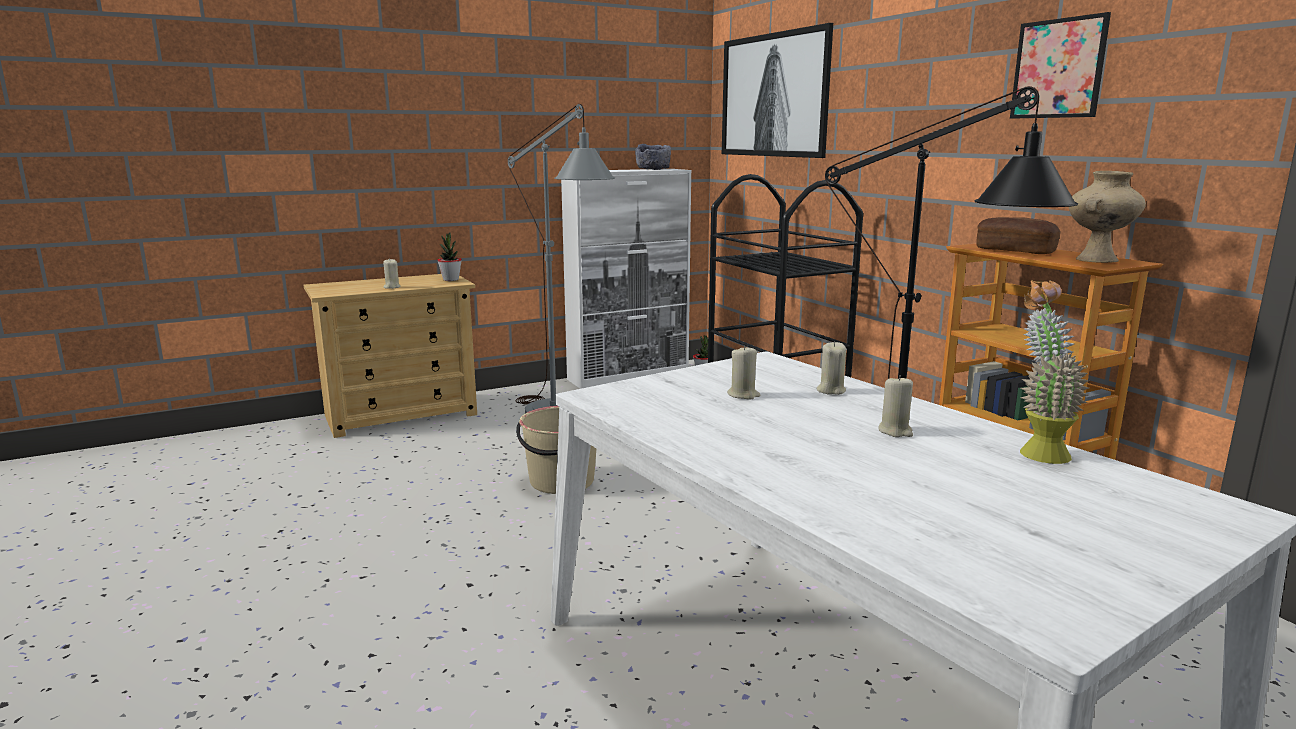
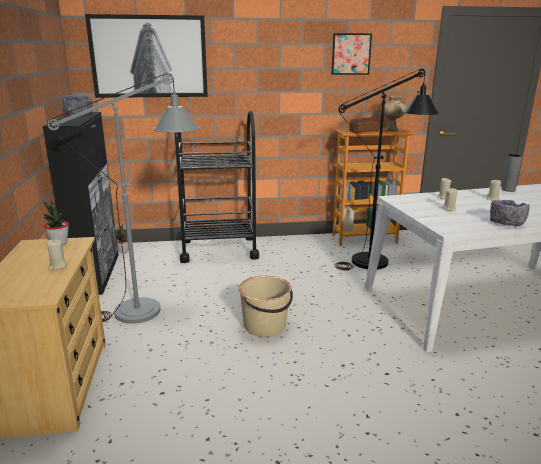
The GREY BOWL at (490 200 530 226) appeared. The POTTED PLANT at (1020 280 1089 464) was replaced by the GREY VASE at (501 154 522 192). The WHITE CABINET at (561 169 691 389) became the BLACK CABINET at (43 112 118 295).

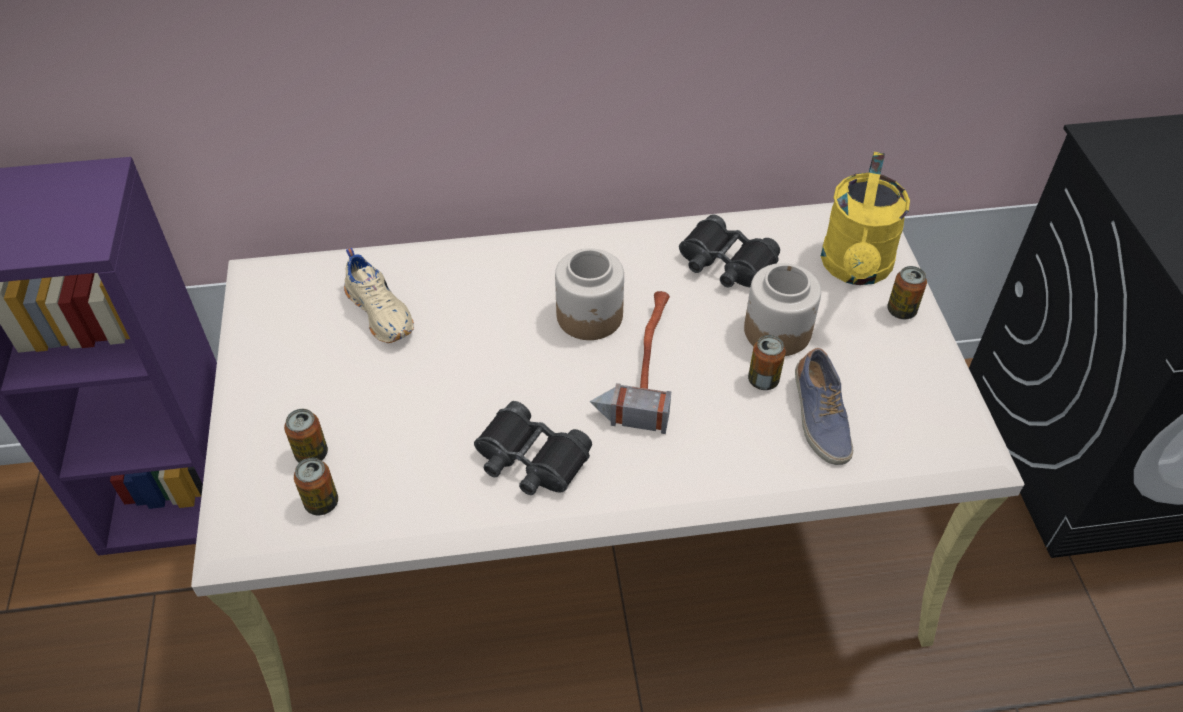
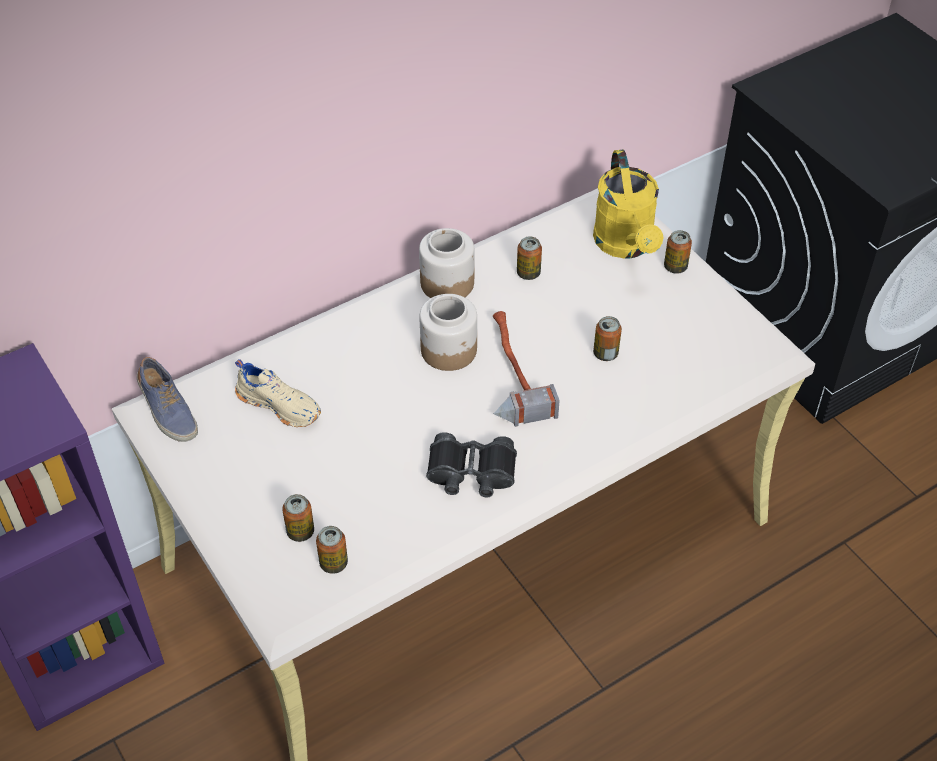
The JAR moved from (744 263 821 356) to (419 228 475 298). The SHOE moved from (795 348 854 465) to (137 357 198 442). The BLACK BINOCULARS at (679 214 780 287) was replaced by the CAN at (517 237 542 280).

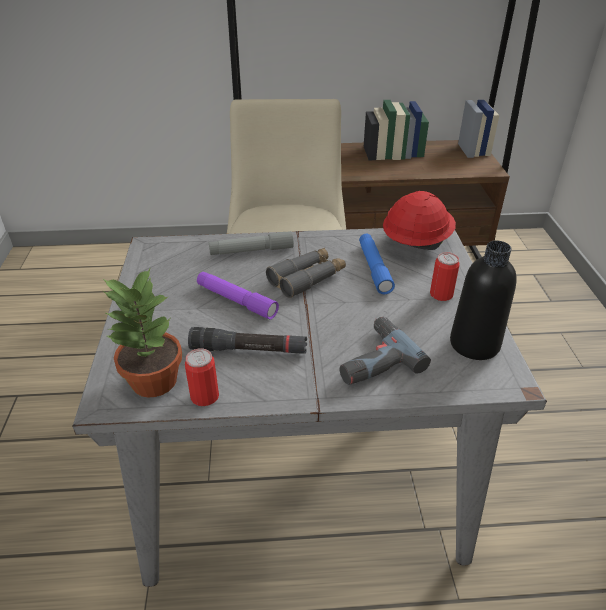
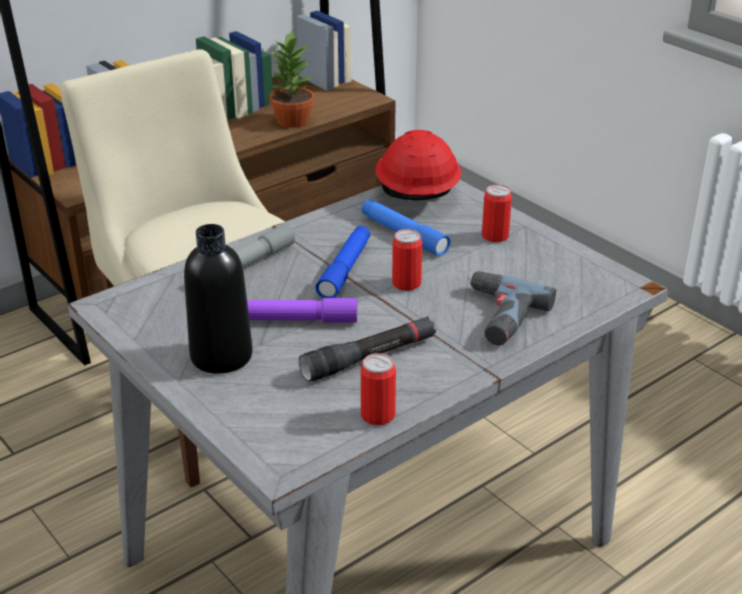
The CAN at (392 229 422 291) appeared. The POTTED PLANT moved from (103 267 182 398) to (270 30 314 128). The BLACK BOTTLE moved from (450 241 517 360) to (184 224 253 374). The GREY BINOCULARS at (266 248 346 298) was replaced by the BLUE FLASHLIGHT at (315 226 370 298).

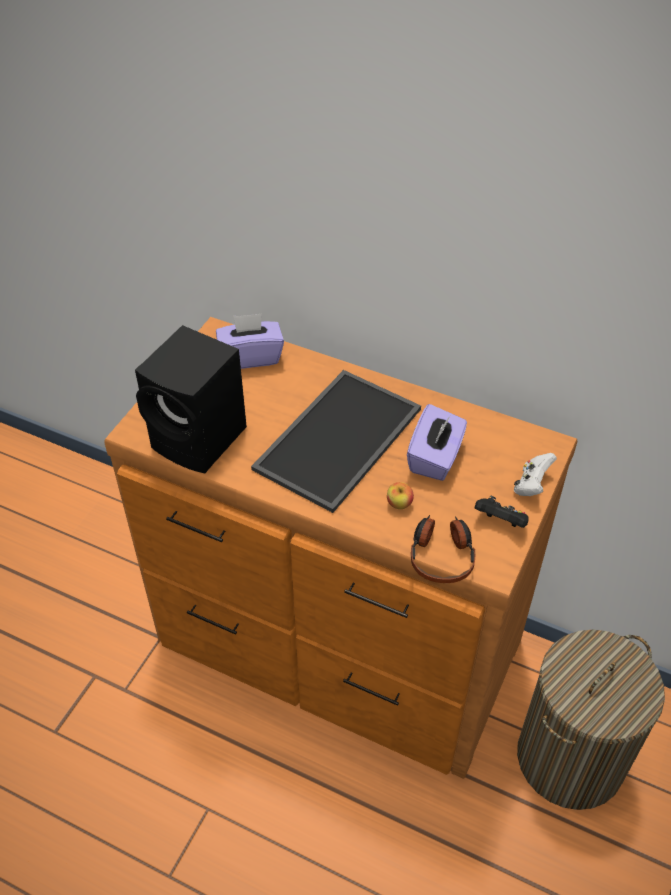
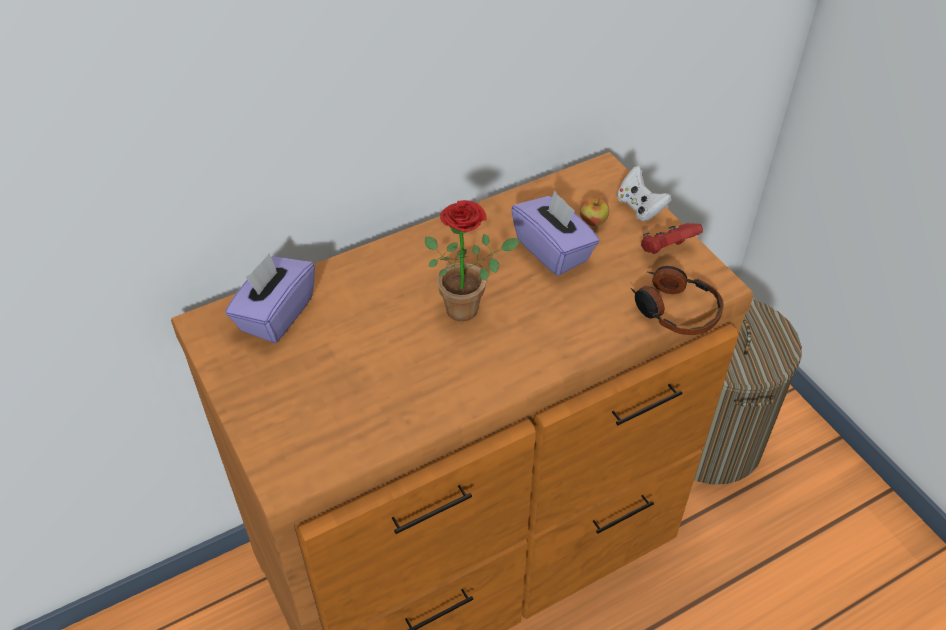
The BLACK SPEAKER at (135 325 247 474) disappeared. The APPLE moved from (387 482 414 509) to (580 197 609 226). The TRAY at (251 370 421 513) was replaced by the POTTED PLANT at (425 200 520 321). The BLACK GAME CONTROLLER at (475 495 529 528) became the RED GAME CONTROLLER at (641 223 703 254).

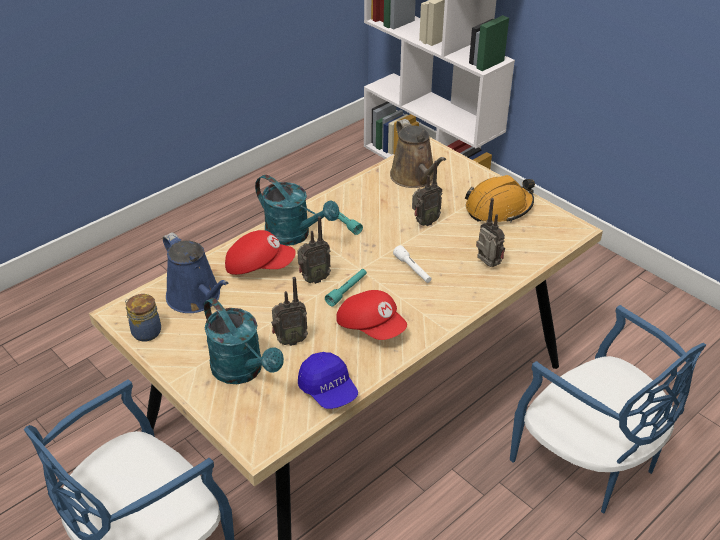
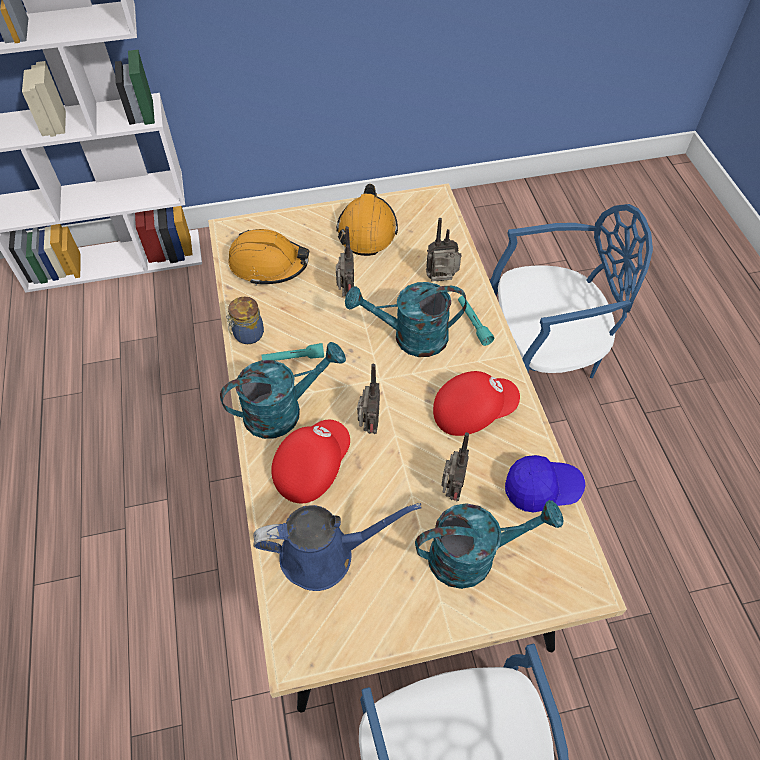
The JAR moved from (125 294 161 341) to (226 297 264 344). The TURQUOISE FLASHLIGHT moved from (325 269 367 306) to (458 296 495 346). The BROWN WATERING CAN at (390 119 446 188) was replaced by the ORANGE HARD HAT at (228 229 309 286). The WHITE FLASHLIGHT at (393 245 432 283) was replaced by the TURQUOISE WATERING CAN at (345 282 467 357).

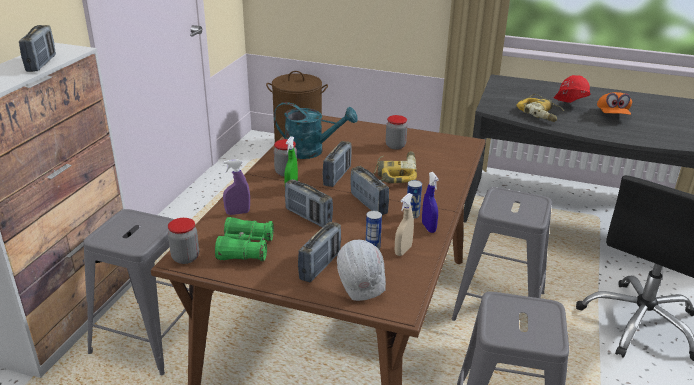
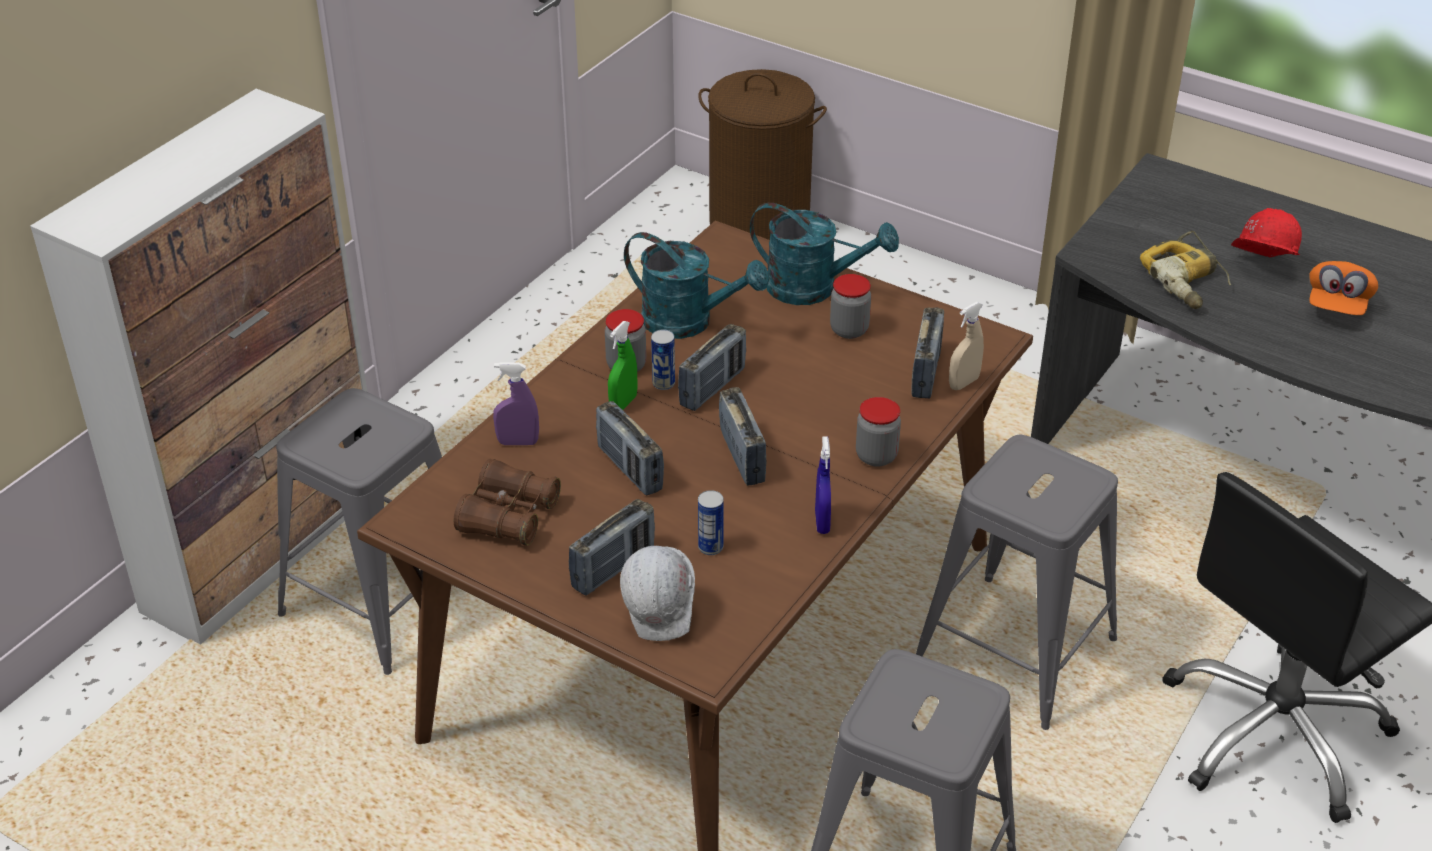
The POWER DRILL at (374 151 417 183) disappeared. The TURQUOISE WATERING CAN at (750 203 899 305) appeared. The RADIO moved from (19 25 56 72) to (911 308 944 398). The JAR moved from (168 218 199 264) to (856 397 901 467). The BEIGE SPRAY BOTTLE moved from (395 193 414 256) to (949 302 984 390). The CAN moved from (407 180 422 219) to (651 330 675 390). The GREEN BINOCULARS at (215 217 274 261) became the BROWN BINOCULARS at (454 459 561 546).

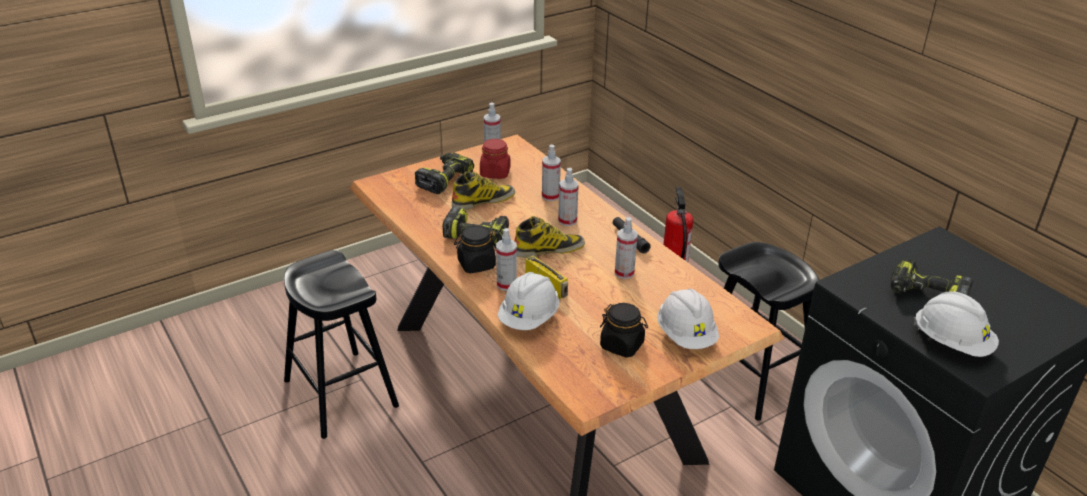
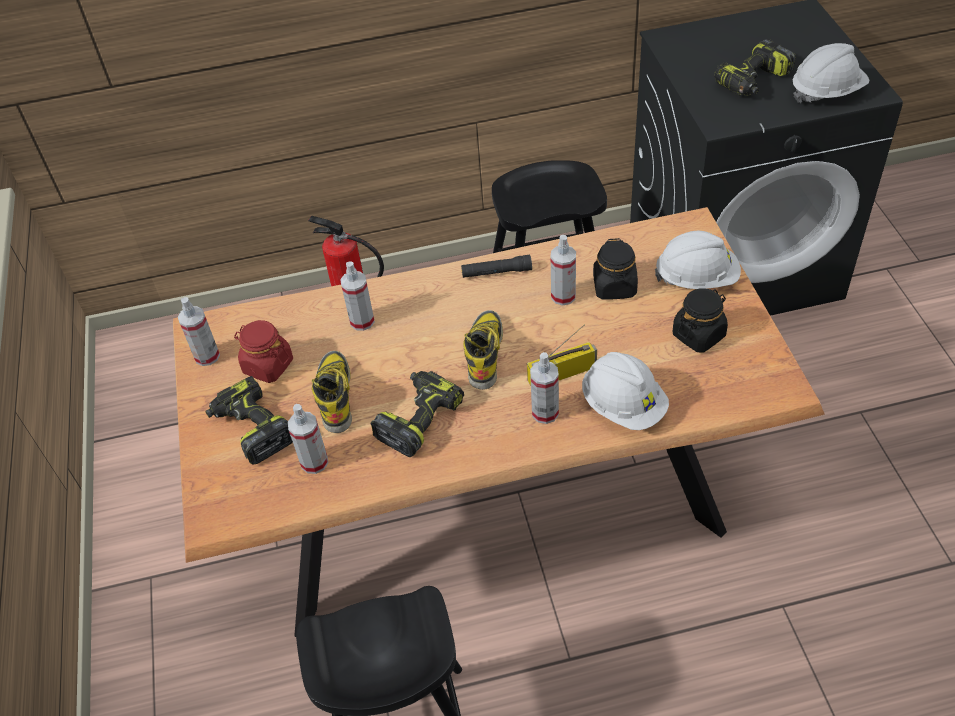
The BLACK JAR moved from (454 226 496 273) to (593 238 638 299). The SPRAY BOTTLE moved from (558 168 579 226) to (288 404 328 474).

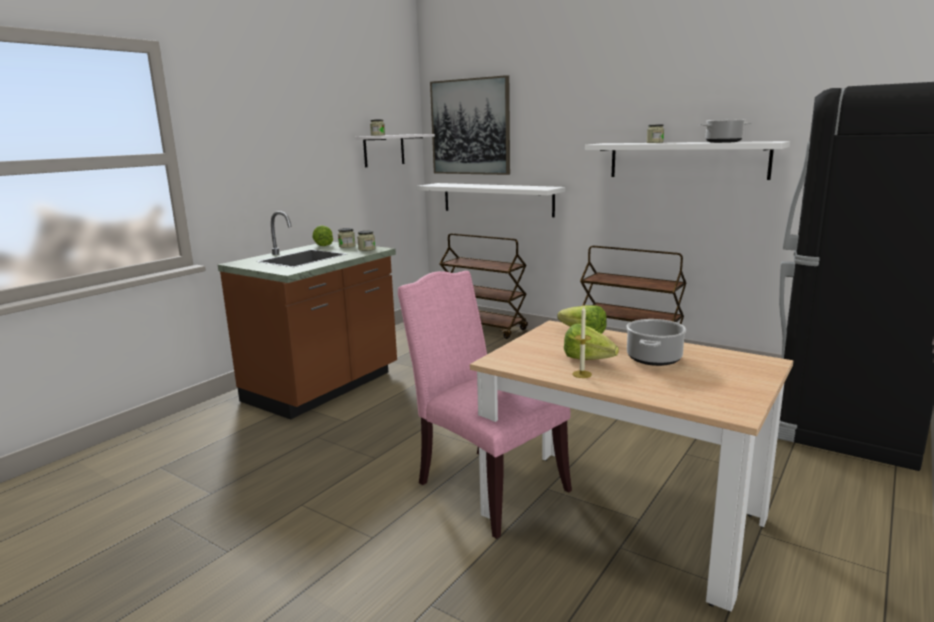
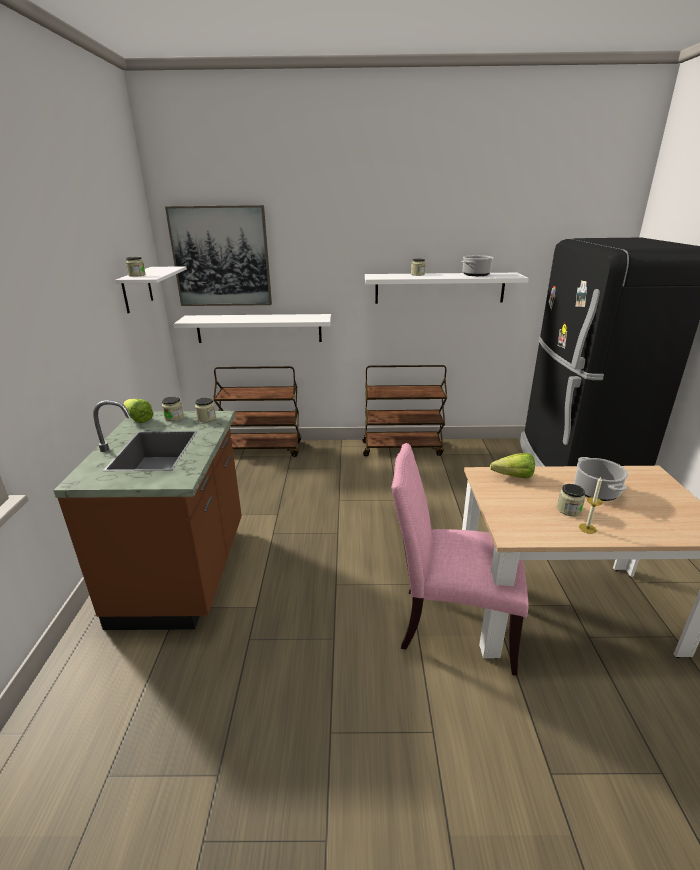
The LETTUCE at (564 324 619 360) was replaced by the JAR at (557 484 585 516).

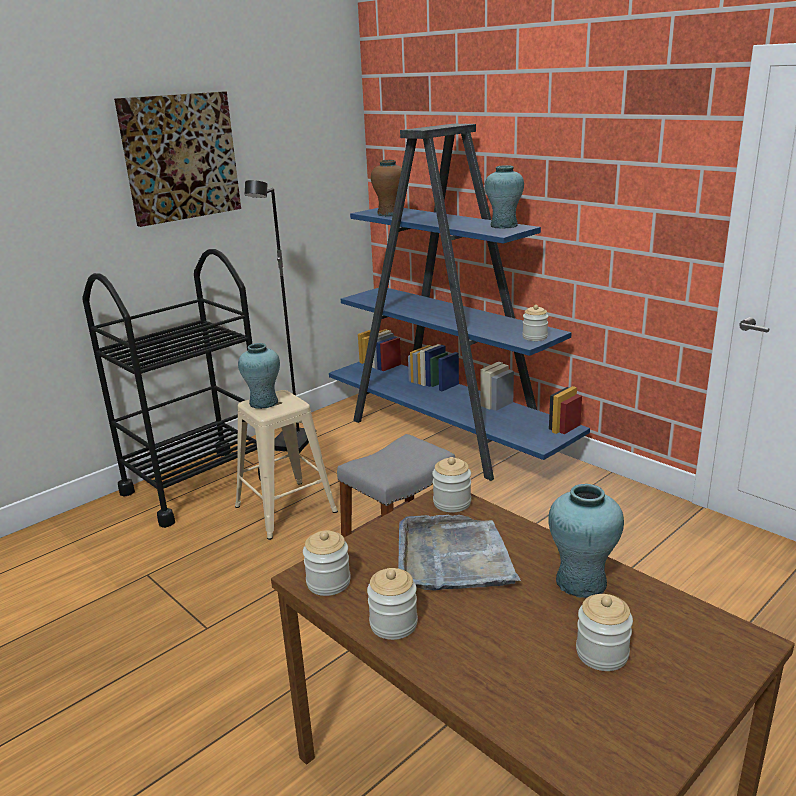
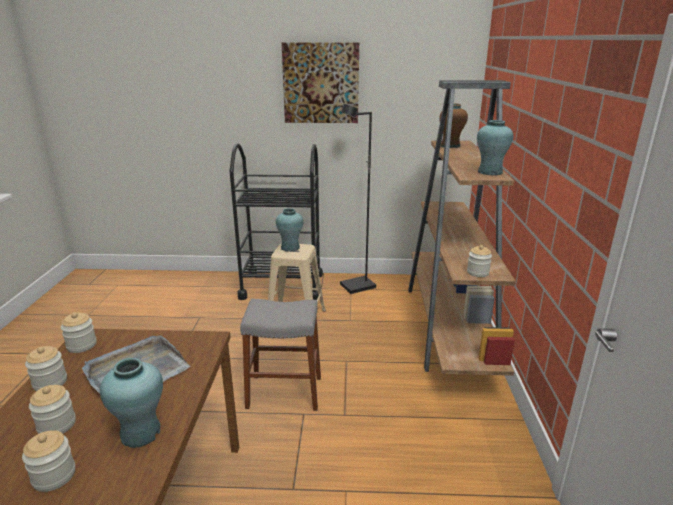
The JAR moved from (432 457 471 512) to (29 385 76 434). The BLUE BOOKCASE at (329 124 590 481) became the BROWN BOOKCASE at (408 80 516 376).

